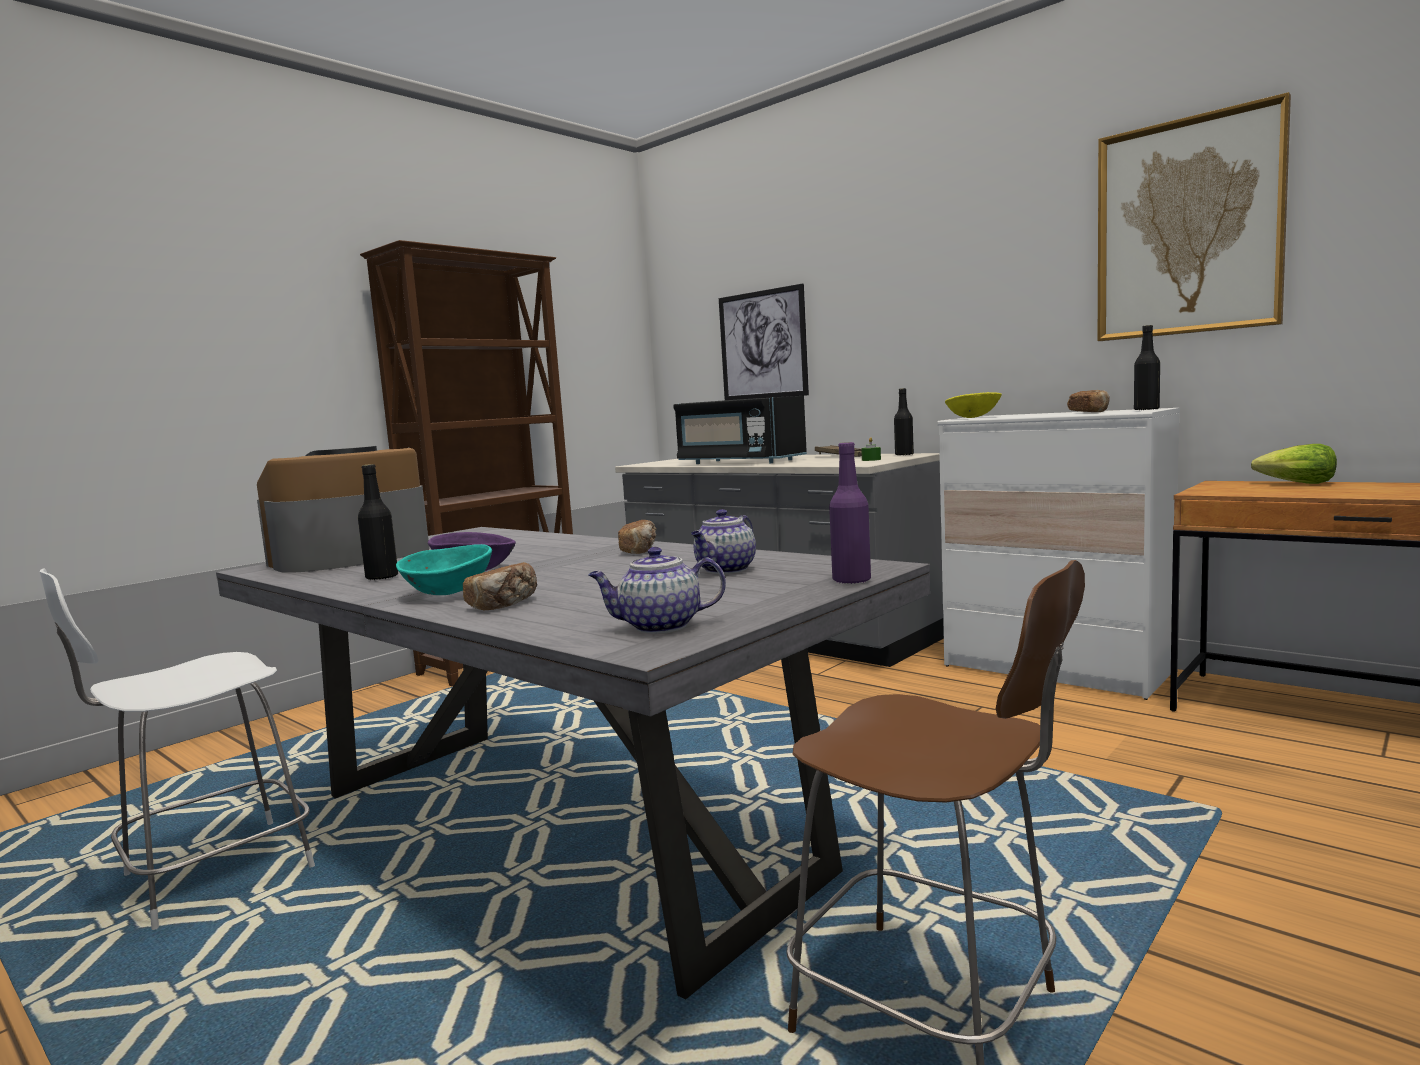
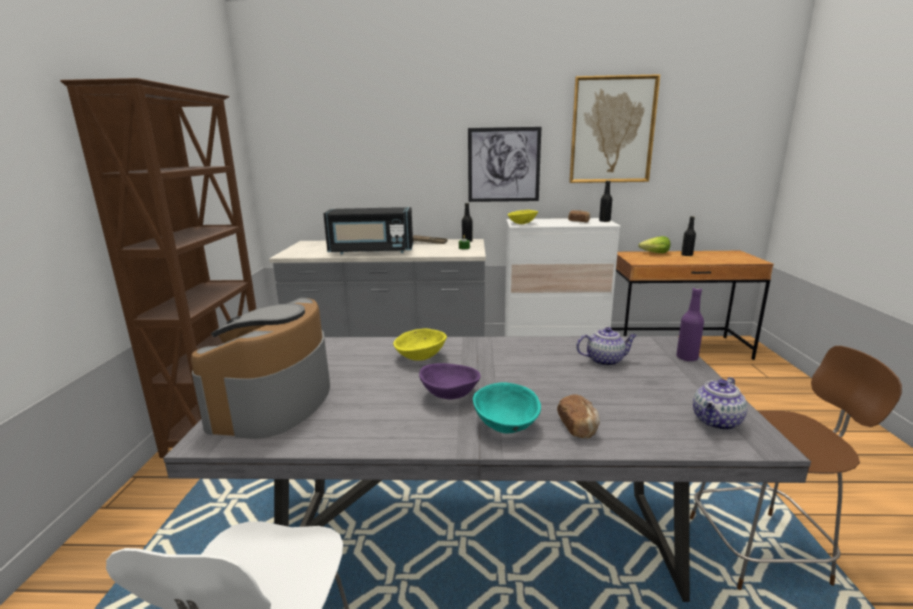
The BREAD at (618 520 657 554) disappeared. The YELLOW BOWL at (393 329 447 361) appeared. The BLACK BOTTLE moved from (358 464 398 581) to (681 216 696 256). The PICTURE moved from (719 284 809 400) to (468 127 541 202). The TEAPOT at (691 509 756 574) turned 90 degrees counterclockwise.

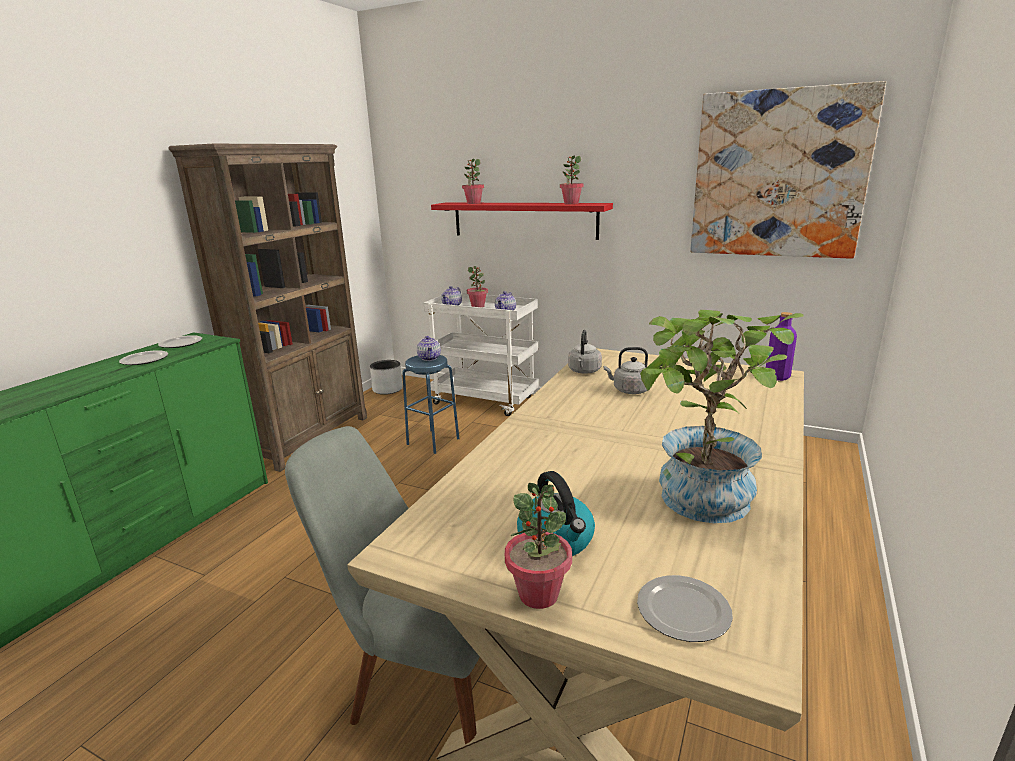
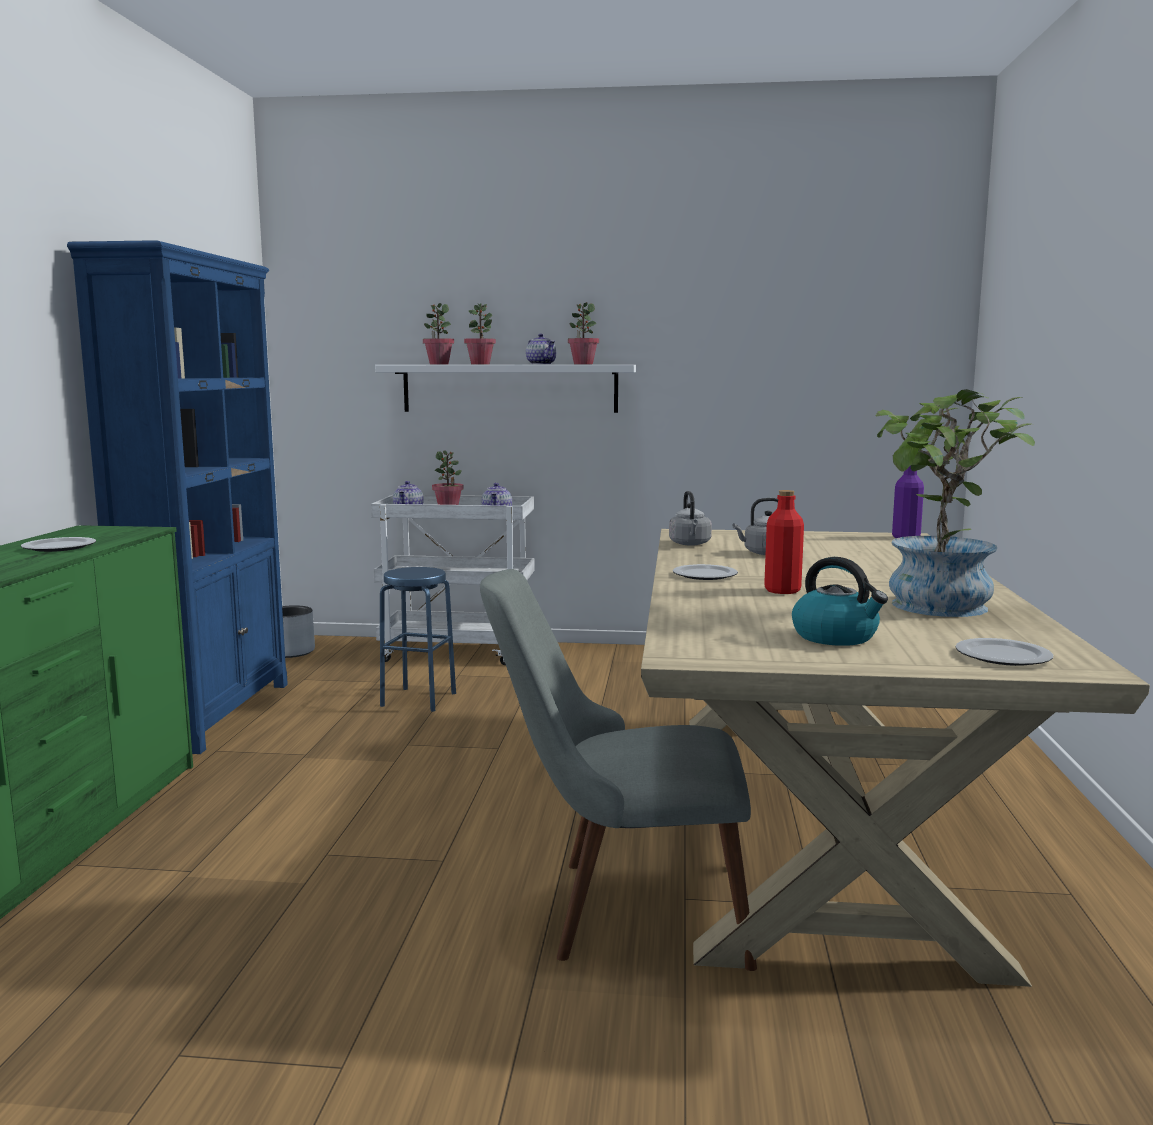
The PICTURE at (690 81 886 259) disappeared. The RED BOTTLE at (764 490 804 594) appeared. The PLATE moved from (158 335 202 348) to (673 564 738 580). The TEAPOT moved from (417 336 441 361) to (526 334 556 364). The POTTED PLANT moved from (505 483 572 609) to (464 303 496 364). The BROWN BOOKCASE at (168 144 367 472) became the BLUE BOOKCASE at (67 240 288 754). The RED SHELF at (431 202 613 240) became the WHITE SHELF at (375 365 636 413).

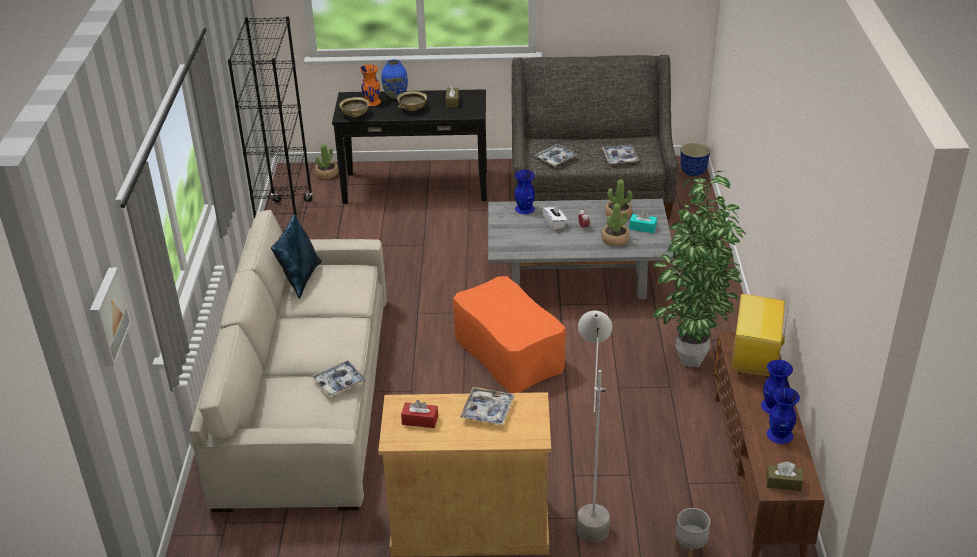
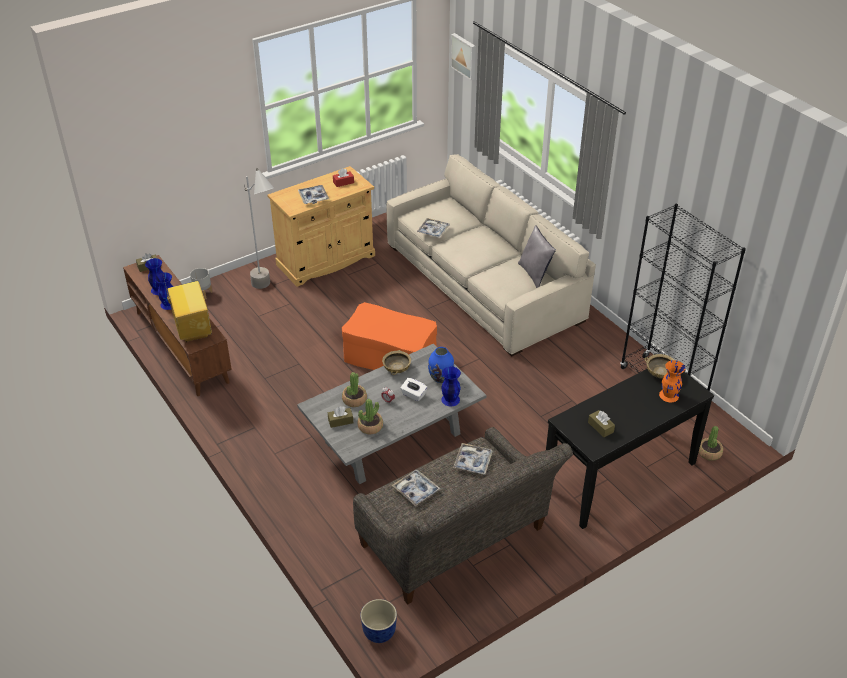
The POTTED PLANT at (653 170 746 367) disappeared. The BLUE VASE moved from (382 59 408 99) to (428 347 454 383). The BEIGE BOWL moved from (397 91 427 111) to (382 350 411 375). The BLUE PILLOW at (271 214 322 299) became the GREY PILLOW at (518 225 556 288). The TURQUOISE TISSUE BOX at (629 210 657 233) became the BROWN TISSUE BOX at (328 406 353 428).

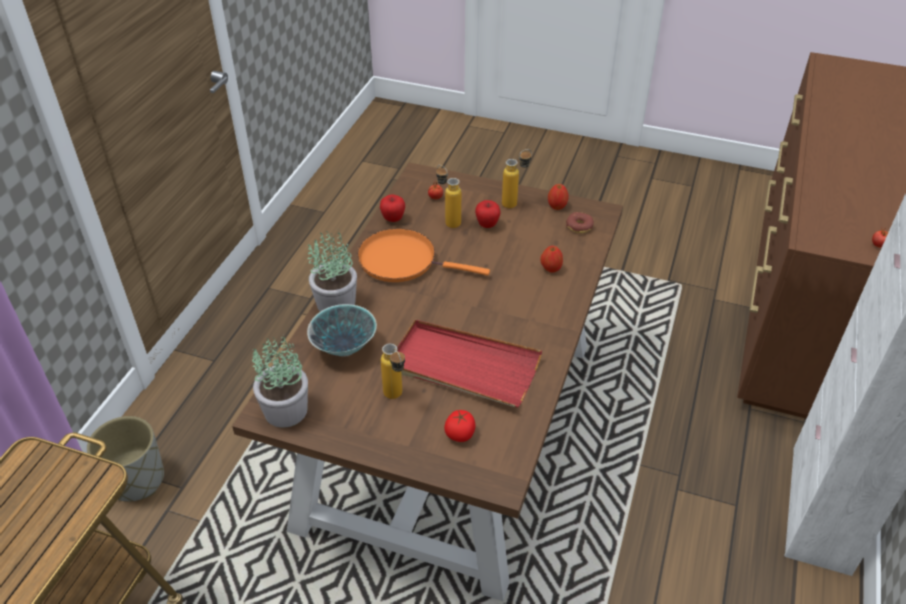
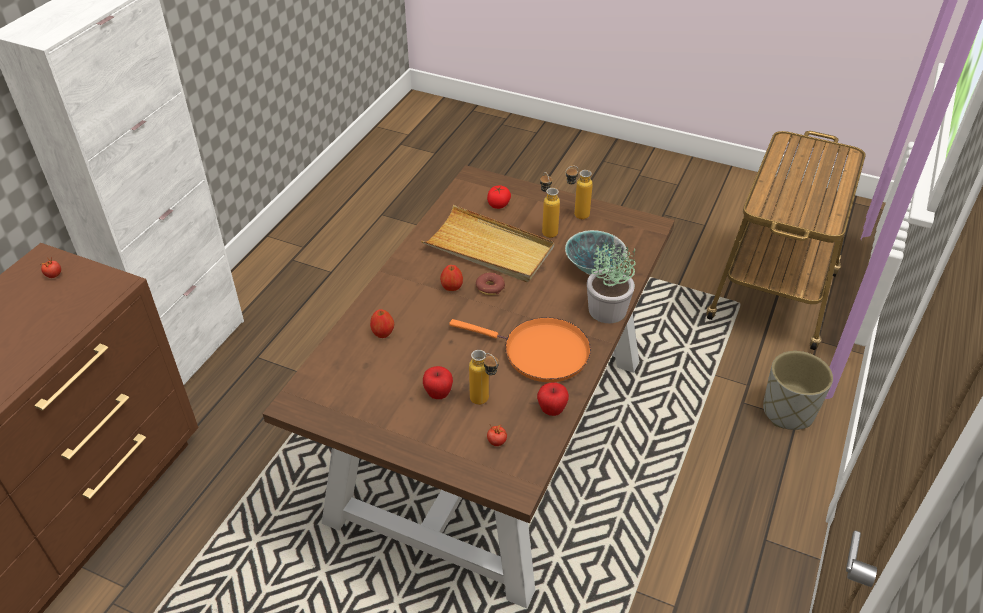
The POTTED PLANT at (252 333 308 428) disappeared. The BOTTLE moved from (502 149 532 209) to (565 166 593 219). The APPLE moved from (548 184 569 210) to (440 265 463 291). The DONUT moved from (566 212 594 233) to (476 272 505 295). The RED TRAY at (397 320 542 408) became the BEIGE TRAY at (421 205 555 282).

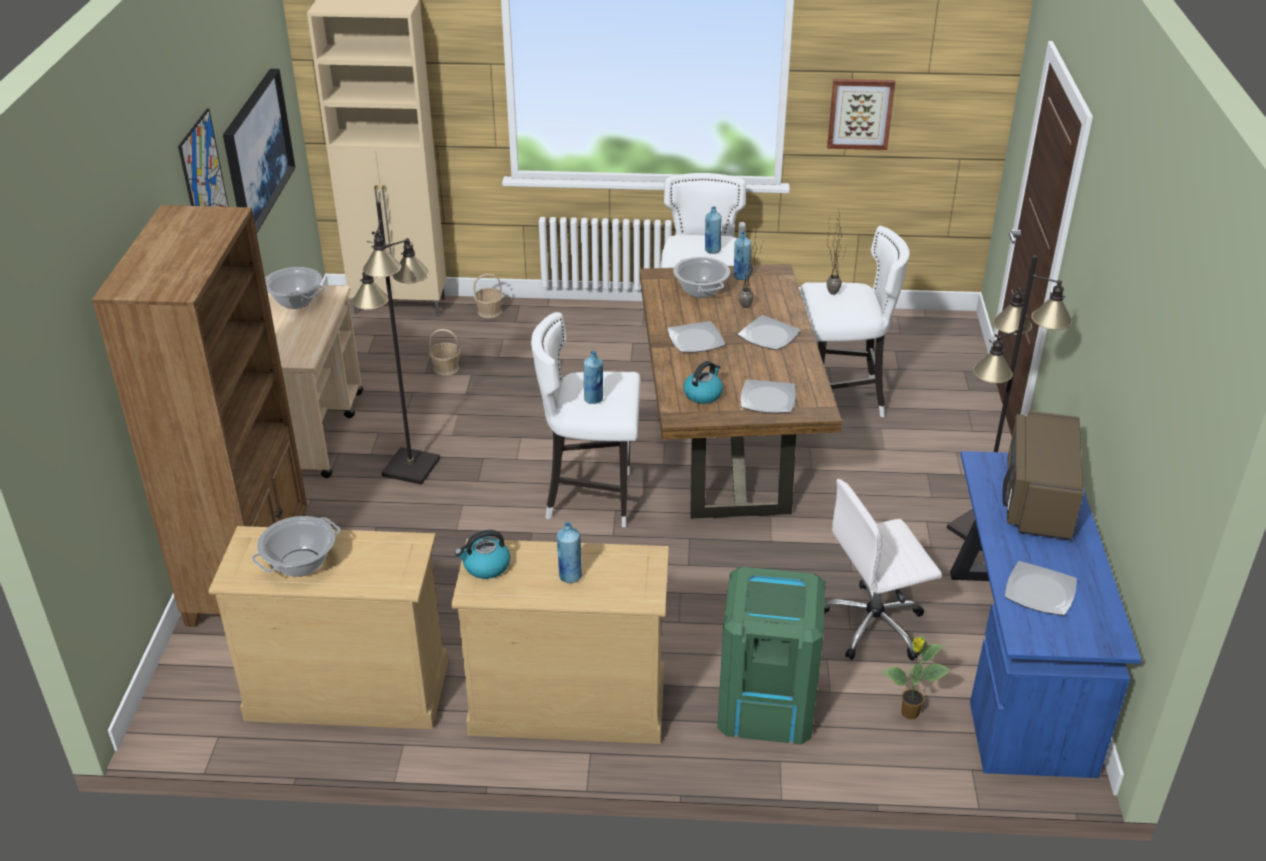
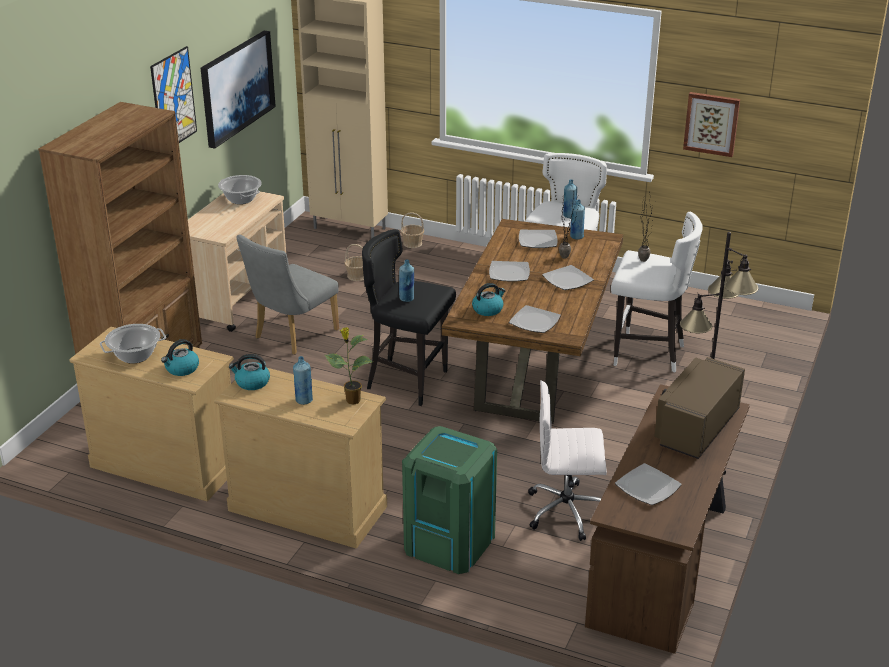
The KETTLE at (161 339 199 376) appeared. The POTTED PLANT moved from (880 635 951 719) to (325 327 373 405). The BLACK FLOOR LAMP at (352 201 440 485) was replaced by the GREY CHAIR at (236 234 339 355). The COOKING POT at (673 257 730 298) was replaced by the PLATE at (519 229 558 248). The WHITE STOOL at (531 312 641 527) became the BLACK STOOL at (362 229 456 406). The BLUE DESK at (950 451 1141 778) became the BROWN DESK at (585 384 750 654).

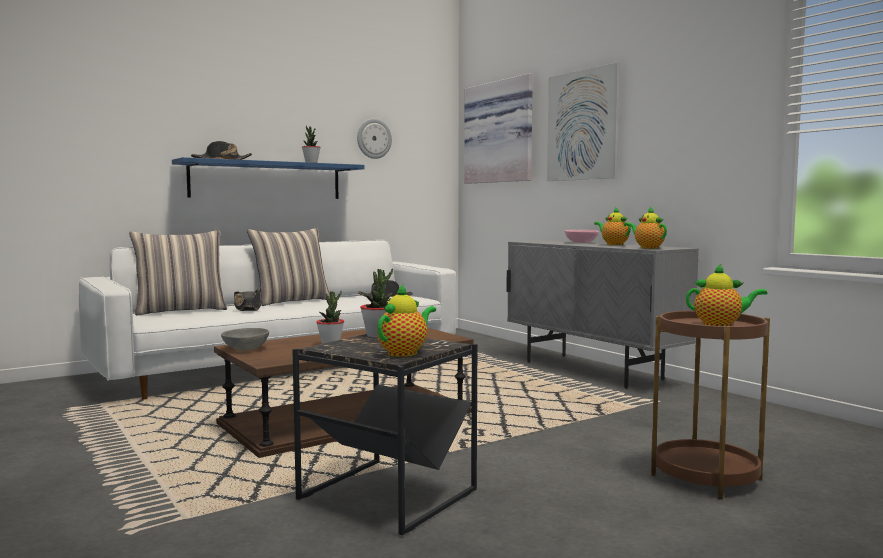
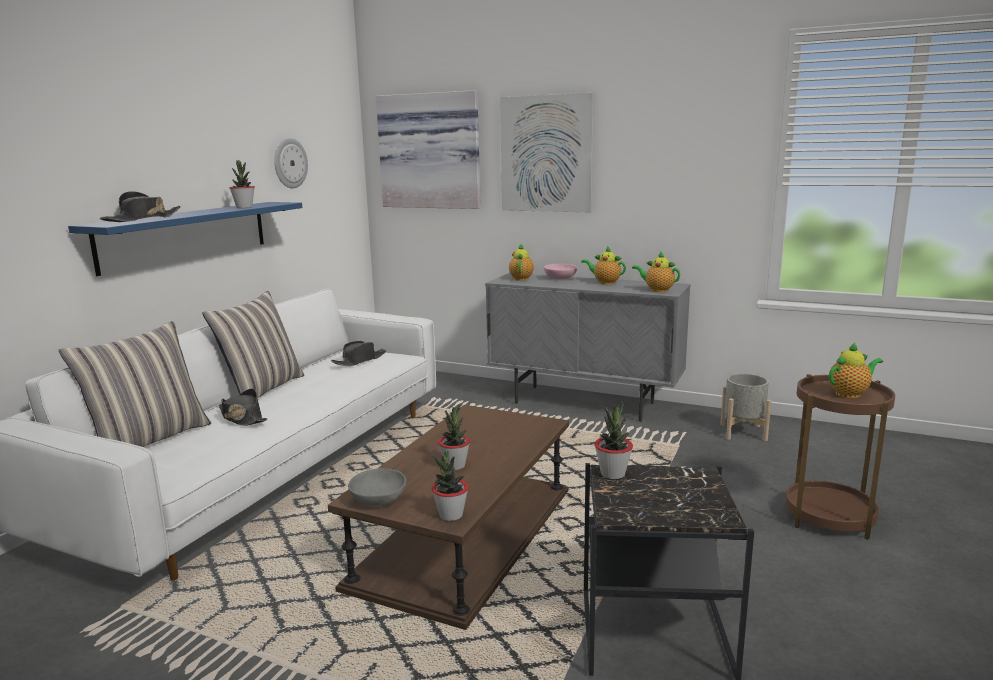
The POTTED PLANT at (431 451 469 521) appeared. The GREY PLANTER at (720 374 771 441) appeared. The TEAPOT moved from (377 284 436 357) to (509 244 534 281).

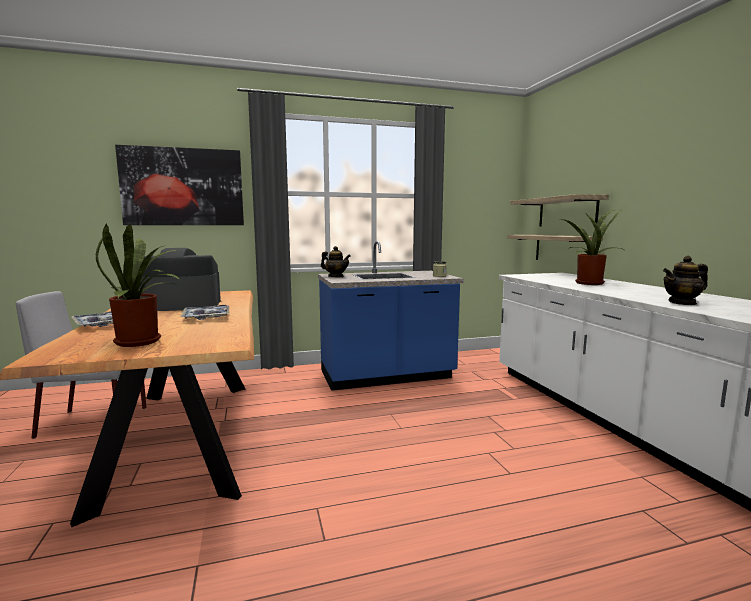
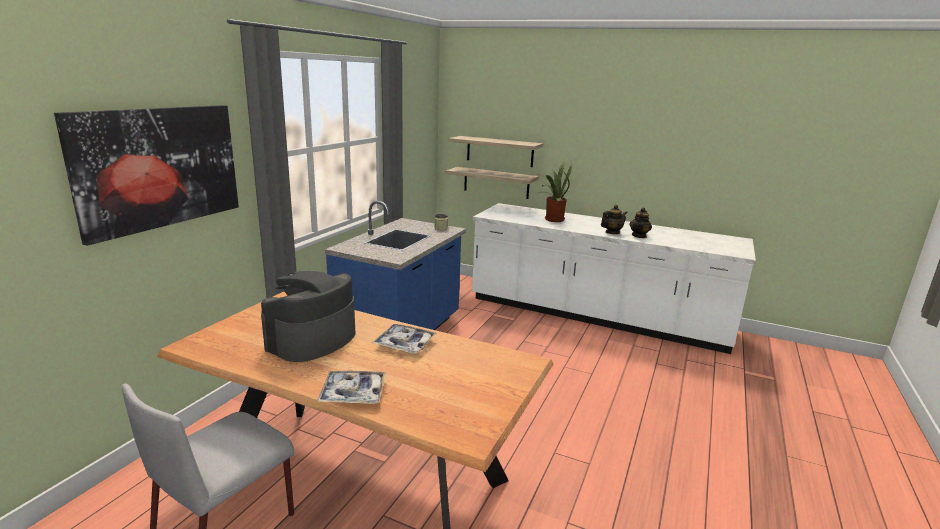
The POTTED PLANT at (96 223 180 347) disappeared. The TEAPOT moved from (321 246 351 277) to (601 205 628 234).

